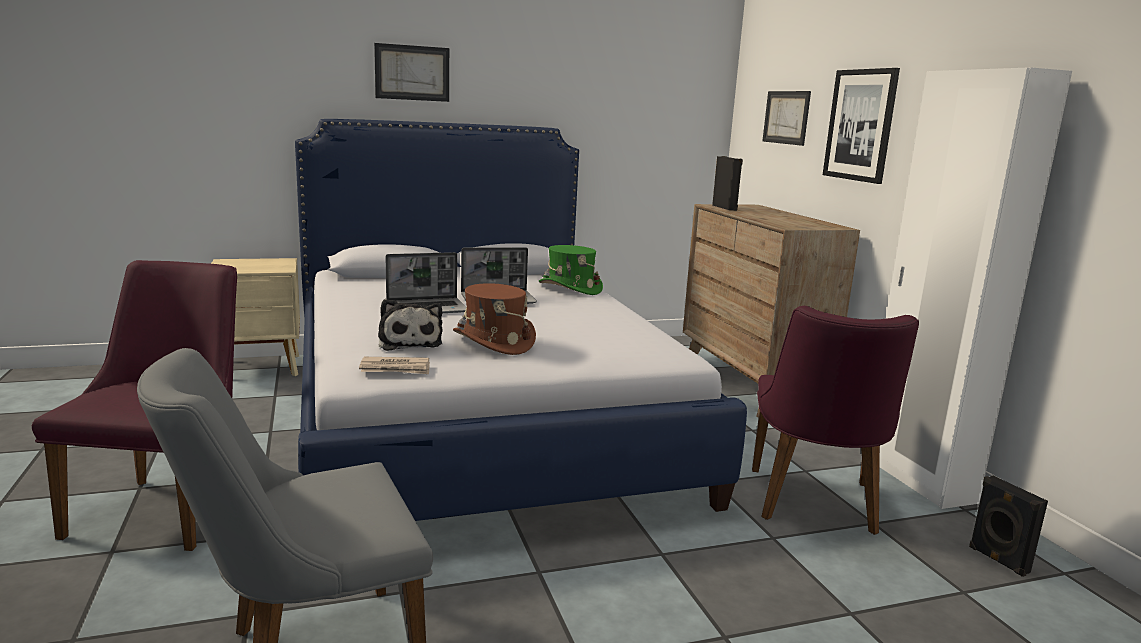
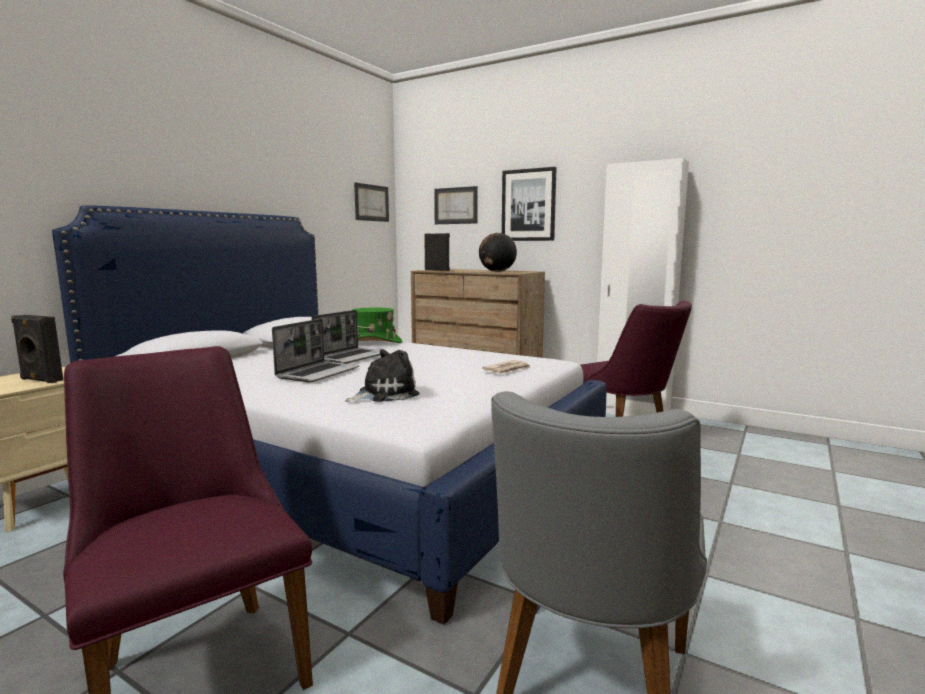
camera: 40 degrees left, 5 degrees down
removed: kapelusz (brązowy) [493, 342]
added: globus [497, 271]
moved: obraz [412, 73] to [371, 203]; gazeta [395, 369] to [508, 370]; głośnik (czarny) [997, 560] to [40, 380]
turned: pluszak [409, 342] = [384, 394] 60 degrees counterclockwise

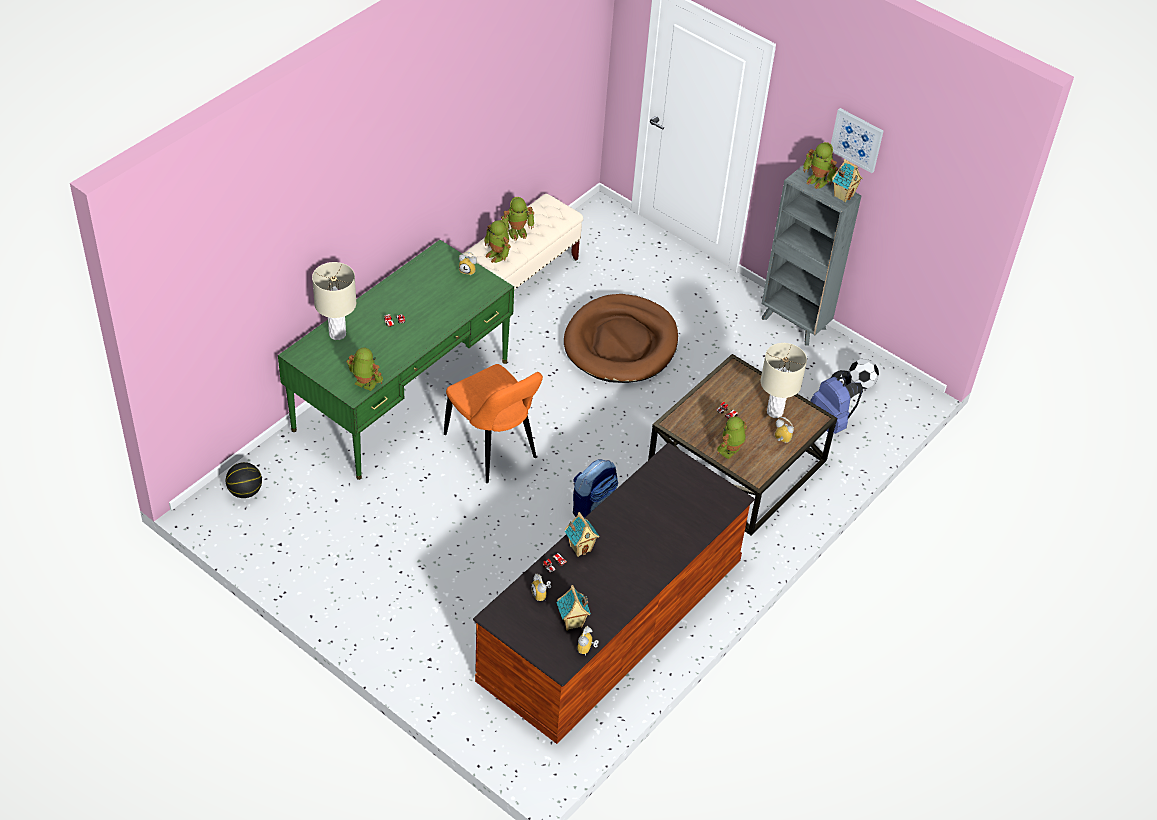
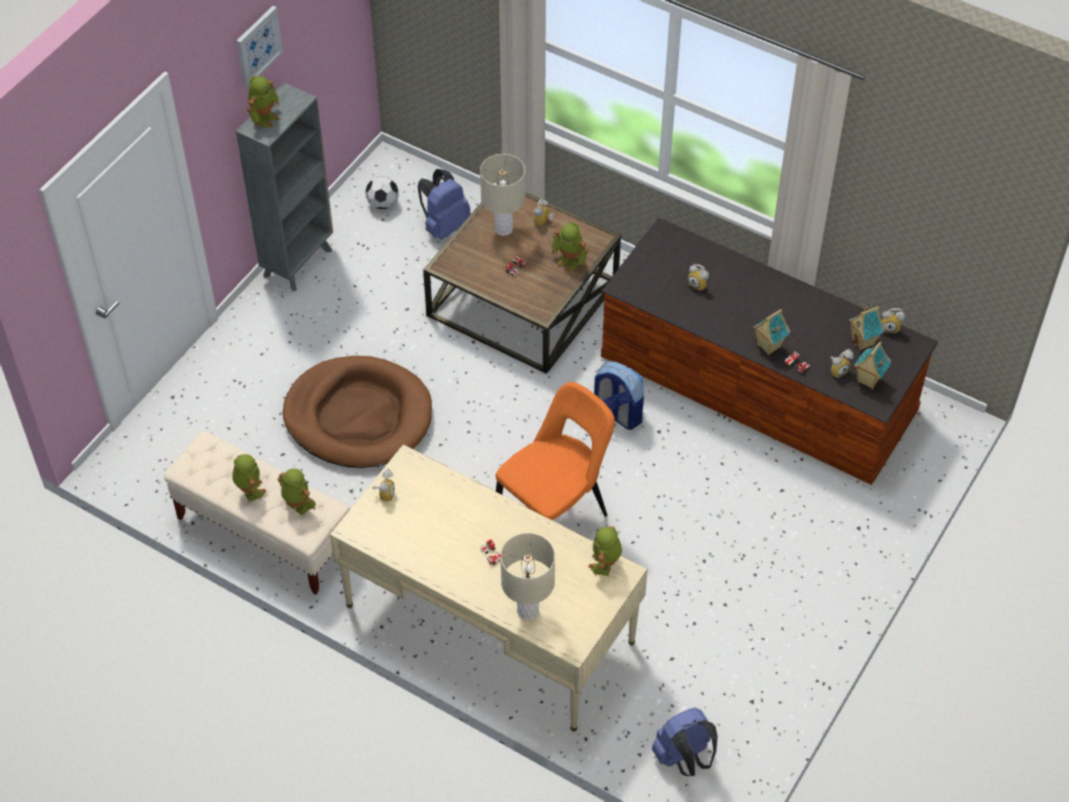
camera: 95 degrees left, 5 degrees up
added: budzik [699, 284]
moved: domek [843, 195] to [868, 380]
replaced: piłka do koszykówki [245, 491] to plecak (niebieski) [684, 758]
recoloured: biurko (zielony) [401, 395] to biurko (beżowy) [489, 624]
turned: robot zabawkowy [497, 255] = [297, 505] 90 degrees counterclockwise

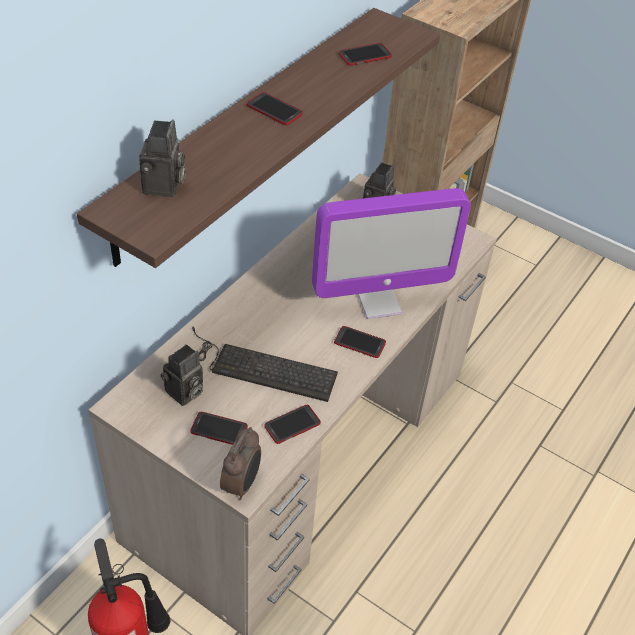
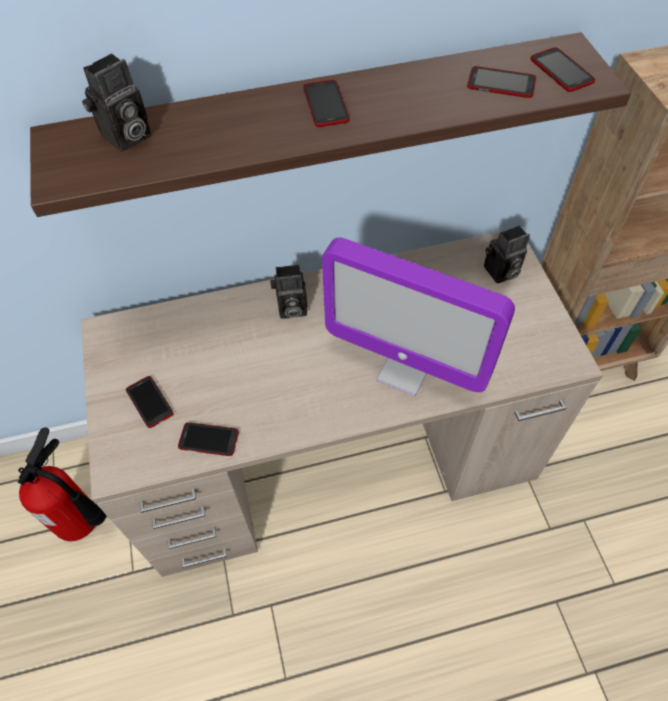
camera: 45 degrees right, 10 degrees up
removed: klawiatura [260, 367]; budzik [242, 484]
moved: telefon [359, 343] to [561, 71]; aparat fotograficzny [184, 394] to [290, 309]

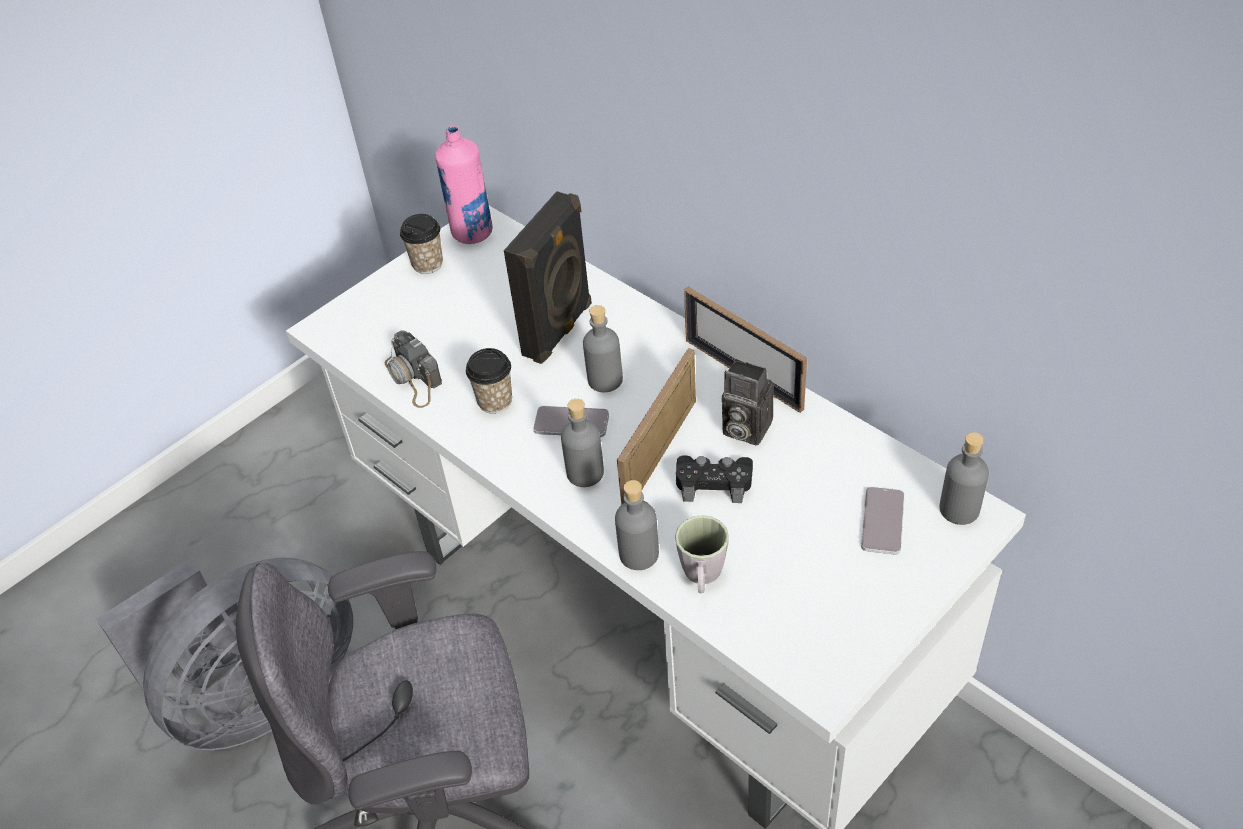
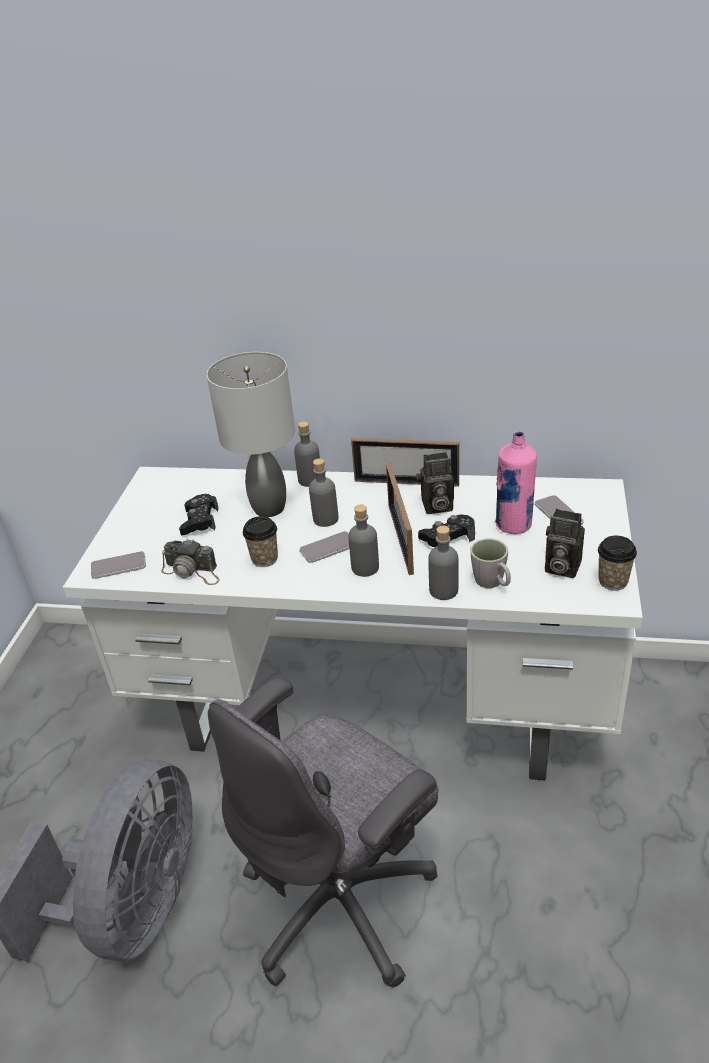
camera: 35 degrees left, 10 degrees down
added: pad do gier (czarny) [200, 520]; aparat fotograficzny [560, 567]; telefon [118, 566]
moved: butelka (różowy) [472, 233] to [514, 525]; filiżanka [427, 264] to [613, 581]; butelka (szary) [959, 509] to [310, 480]
replaced: głośnik (czarny) [559, 330] to lampa stołowa (szary) [268, 507]

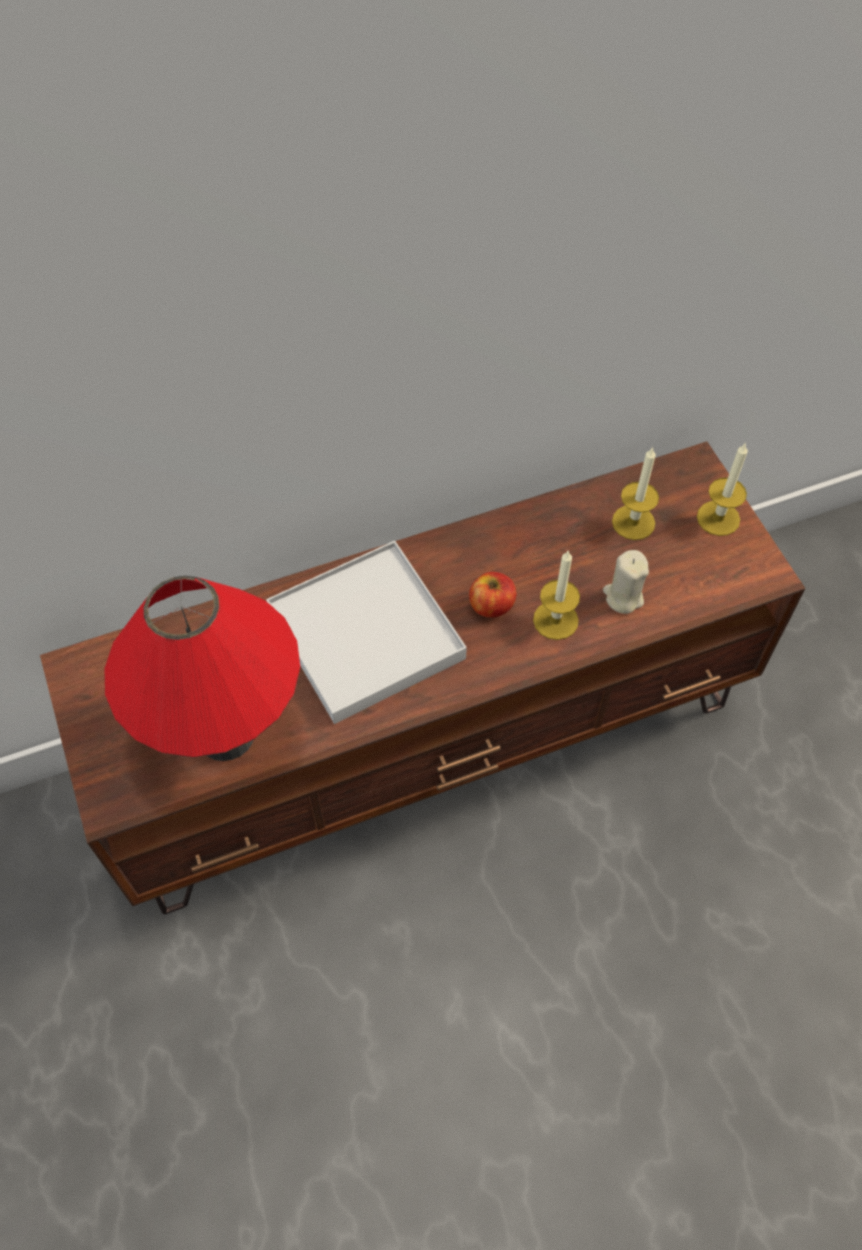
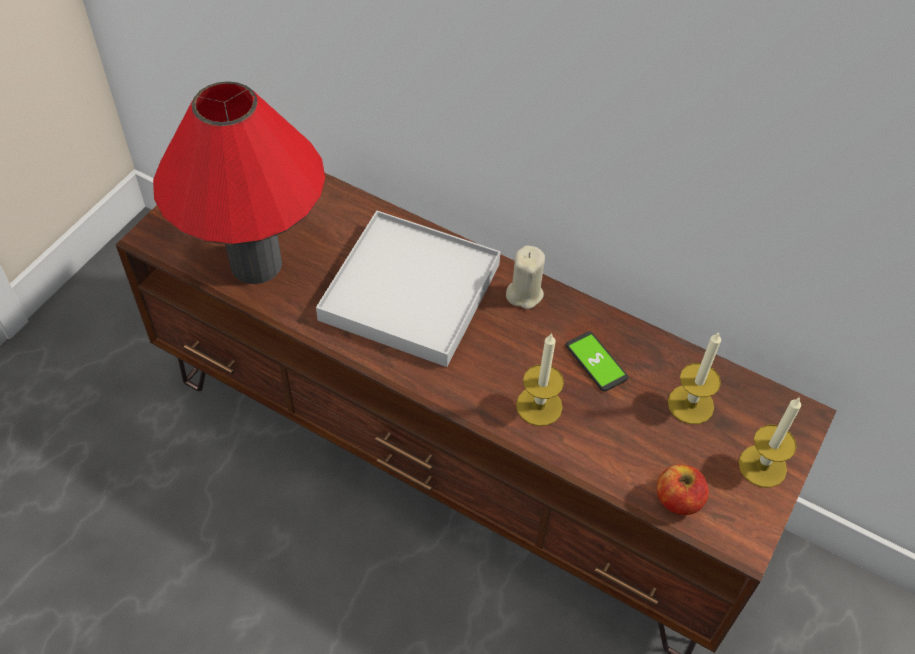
camera: 50 degrees right, 5 degrees down
added: telefon [596, 362]
moved: świeca (beżowy) [623, 597] to [524, 293]; jabłko [491, 605] to [678, 499]

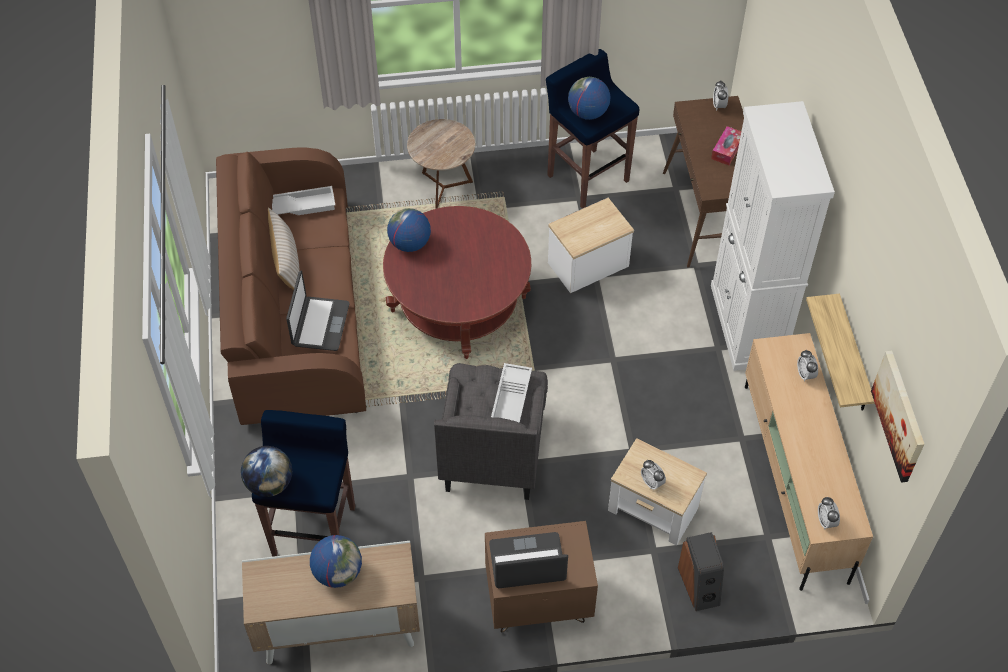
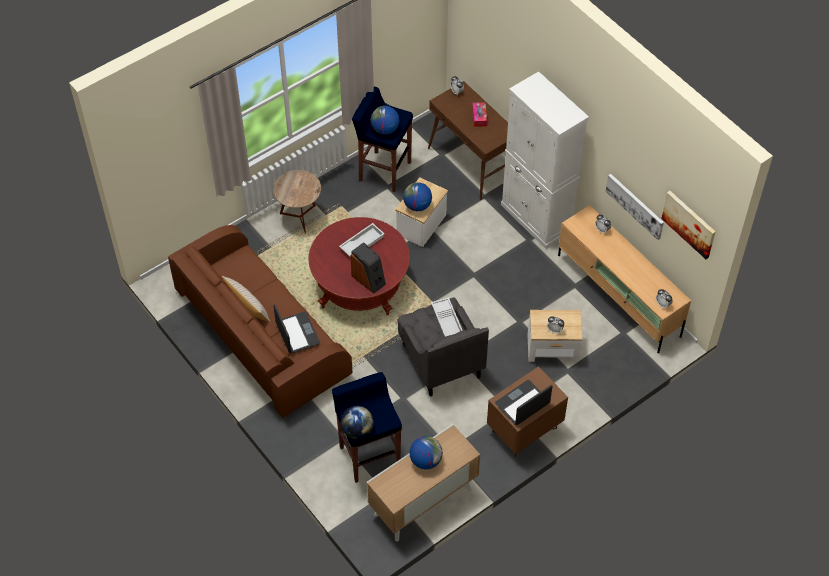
camera: 30 degrees left, 0 degrees up
moved: taca (biały) [304, 204] to [361, 242]; globus [409, 243] to [417, 206]; głośnik [700, 585] to [369, 279]
replaced: półka [853, 357] to obraz [635, 205]

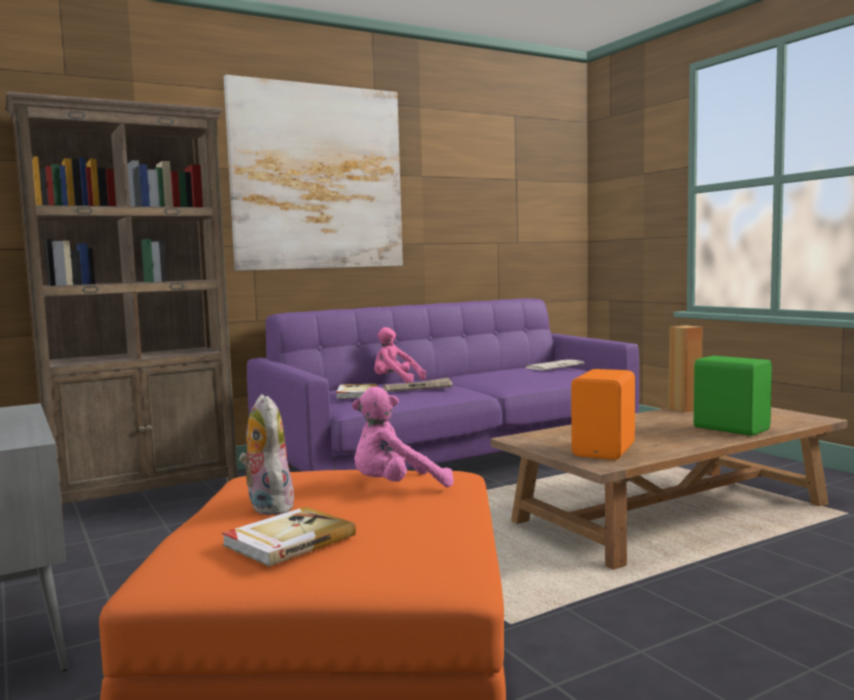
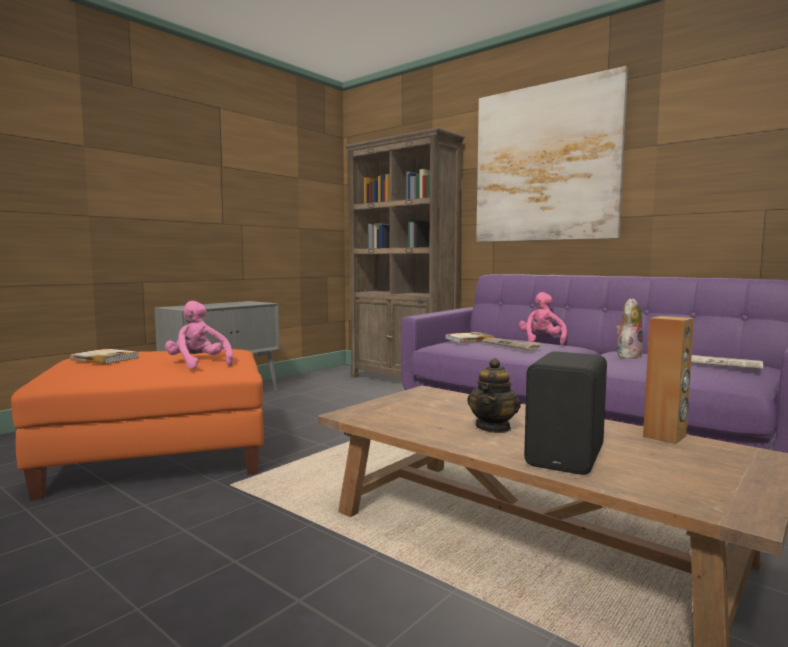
camera: 70 degrees right, 0 degrees up
removed: głośnik (pomarańczowy) [606, 450]
added: imbryk [493, 427]
moved: pluszak [267, 507] to [628, 356]
recoloured: głośnik (zielony) [731, 428] to głośnik (czarny) [568, 457]

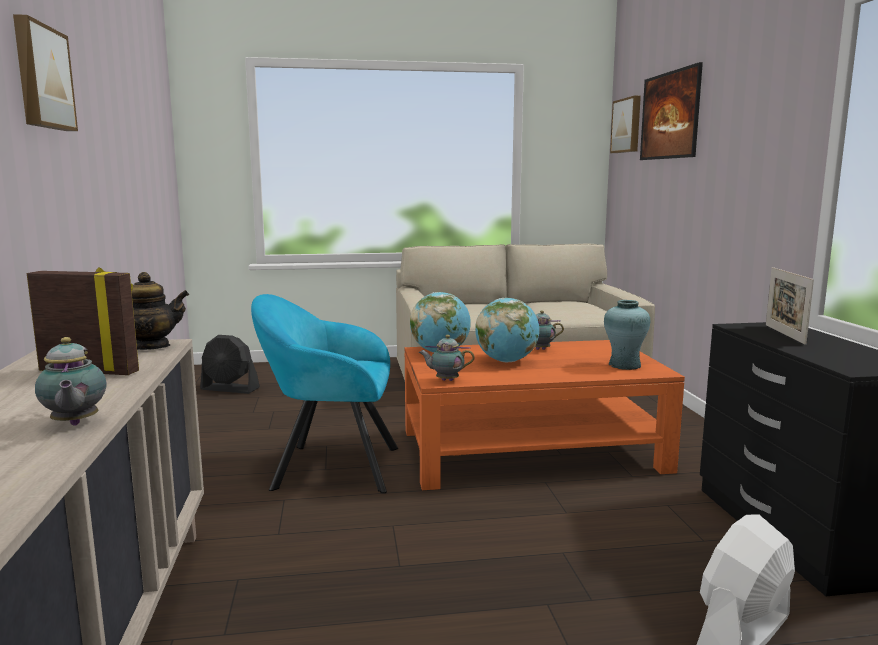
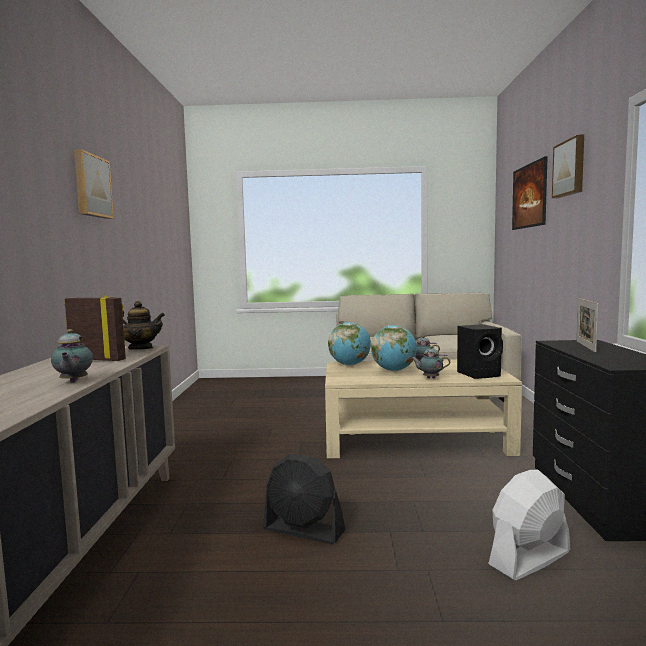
camera: 10 degrees right, 5 degrees down
removed: fotel (turkusowy) [329, 467]
moved: obraz [627, 125] to [570, 168]; wentylator (czarny) [230, 389] to [304, 530]; imbryk [445, 380] to [429, 378]
replaced: wazon (turkusowy) [624, 365] to głośnik (czarny) [480, 374]
recoloured: ława (pomarańczowy) [531, 450] to ława (beżowy) [414, 437]

